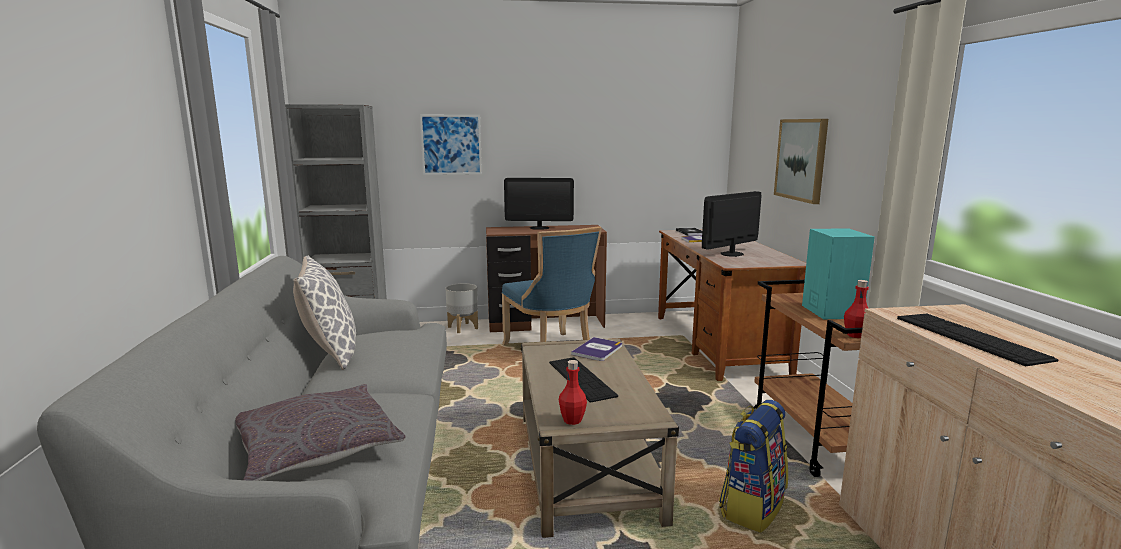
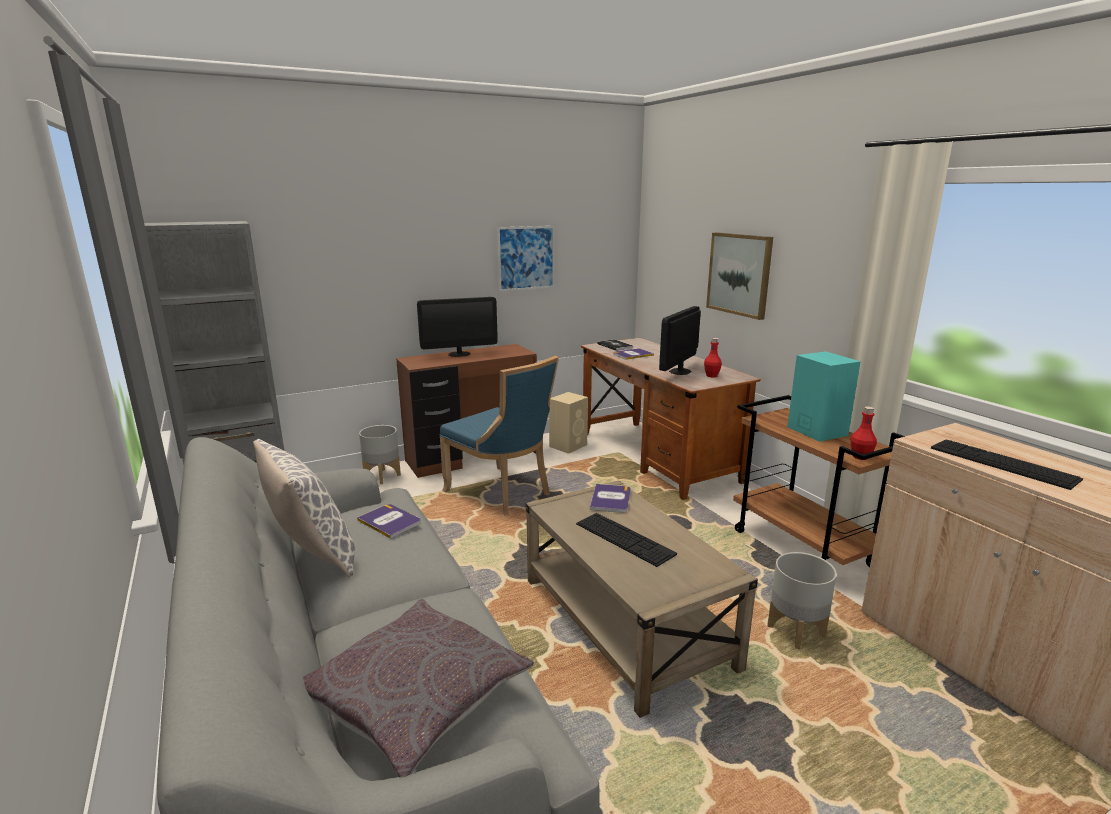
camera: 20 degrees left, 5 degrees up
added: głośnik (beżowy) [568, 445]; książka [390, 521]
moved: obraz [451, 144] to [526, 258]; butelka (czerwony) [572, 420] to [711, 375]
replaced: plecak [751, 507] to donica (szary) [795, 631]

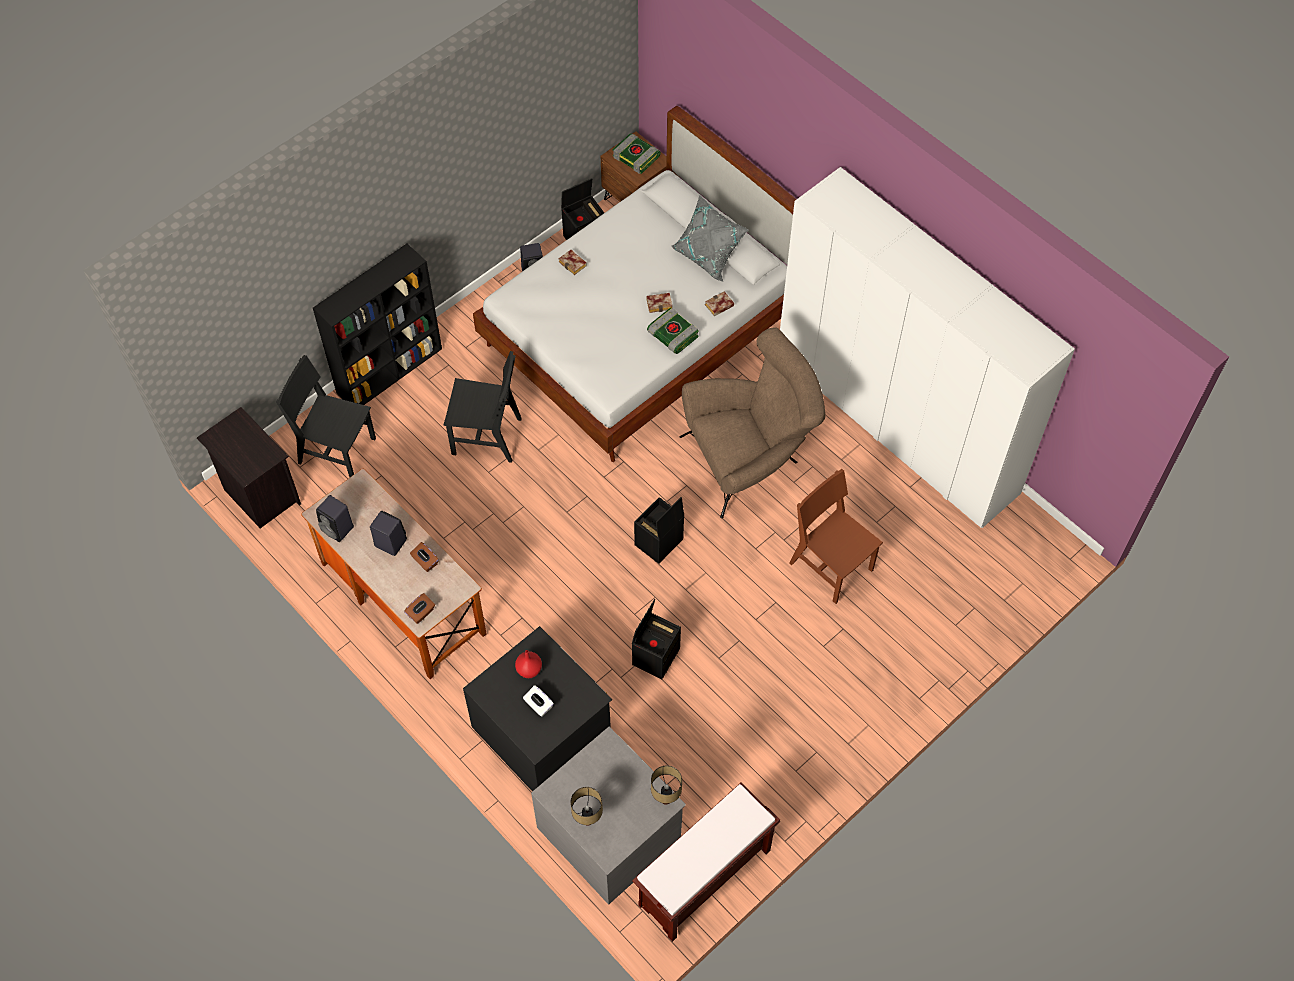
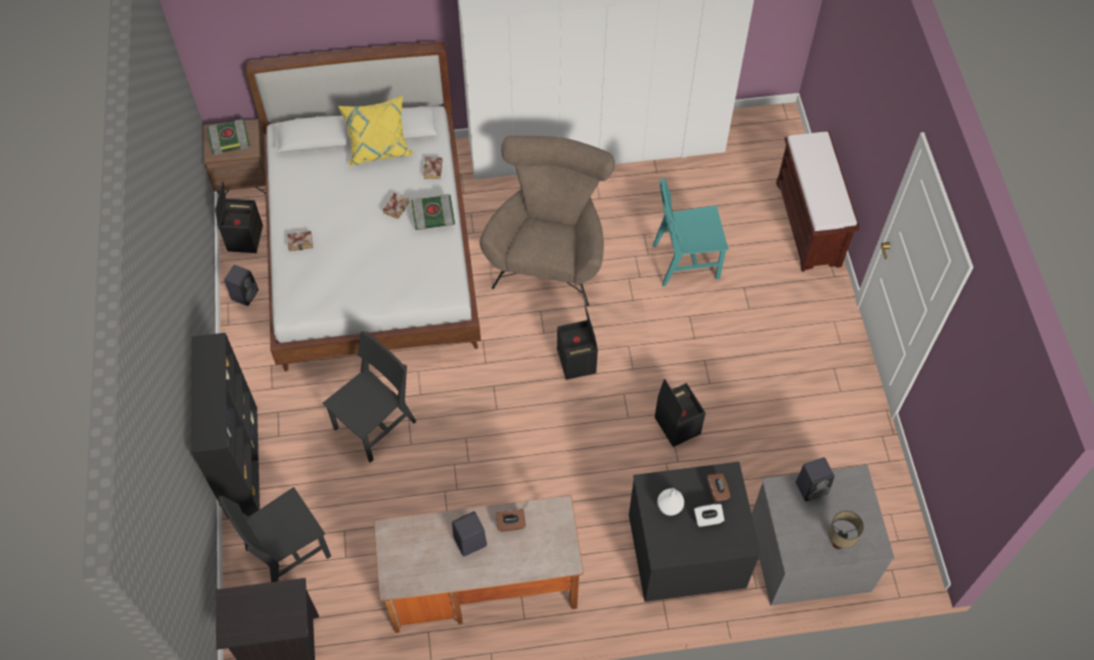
camera: 55 degrees left, 0 degrees up
removed: lampa stołowa [665, 800]
moved: głośnik (czarny) [338, 529] to [812, 487]; pudełko chusteczek (brązowy) [421, 613] to [717, 491]; ławka (brązowy) [704, 879] to [809, 224]
recoloured: poduszka (szary) [708, 255] to poduszka (żółty) [379, 148]; krzesło (brązowy) [831, 566] to krzesło (turkusowy) [685, 261]; wazon (czerwony) [530, 670] to wazon (biały) [669, 506]

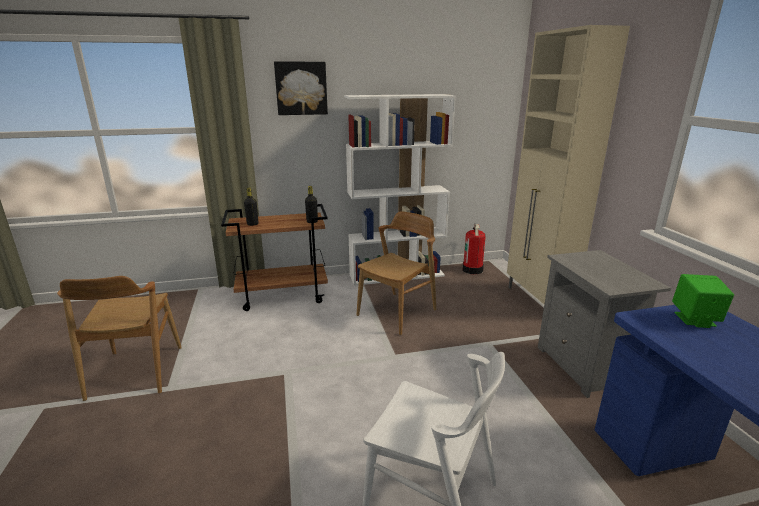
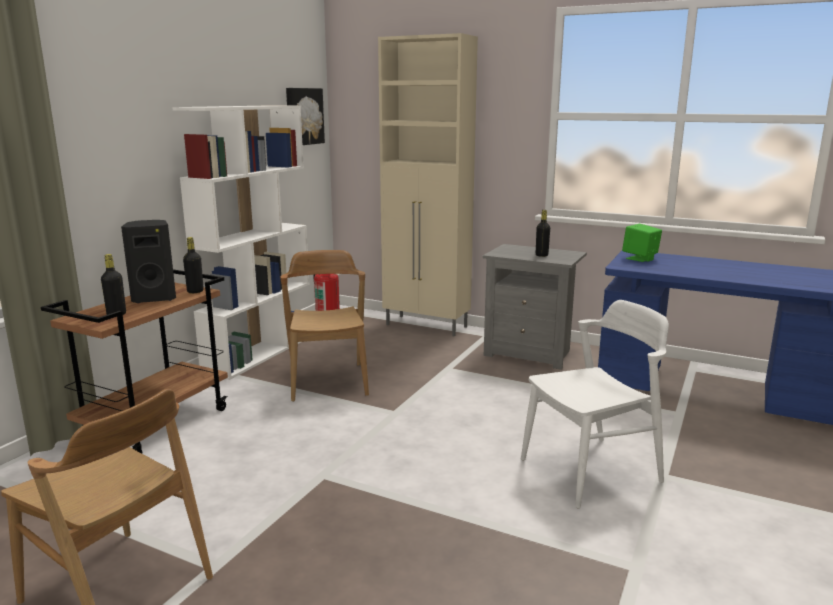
camera: 50 degrees left, 5 degrees down
added: butelka (czarny) [541, 255]; głośnik (czarny) [155, 298]
moved: obraz [301, 88] to [303, 116]

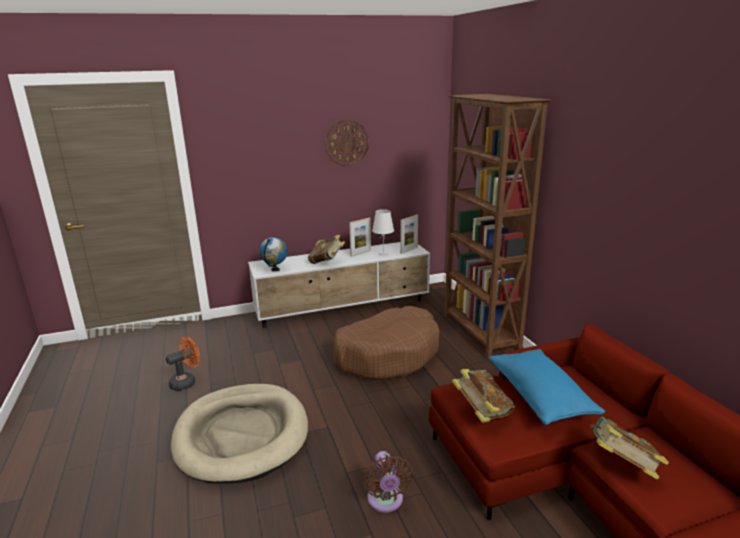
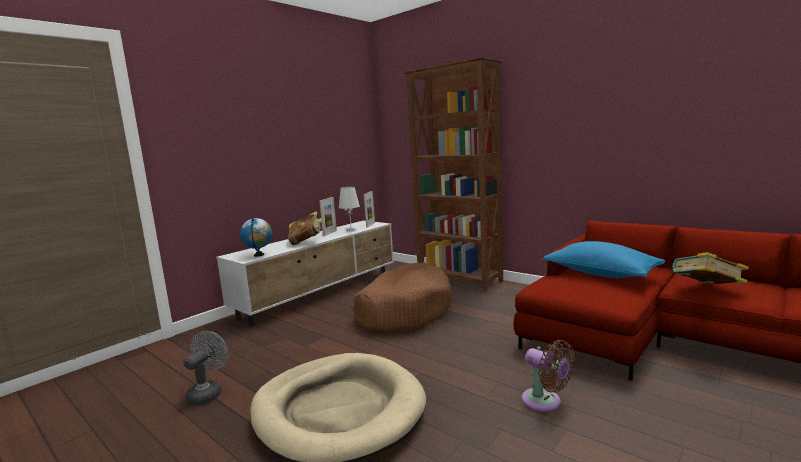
camera: 30 degrees left, 10 degrees down
removed: zegar ścienny [346, 143]; książka [482, 412]
recoloured: wentylator (pomarańczowy) [187, 382] to wentylator (szary) [208, 393]

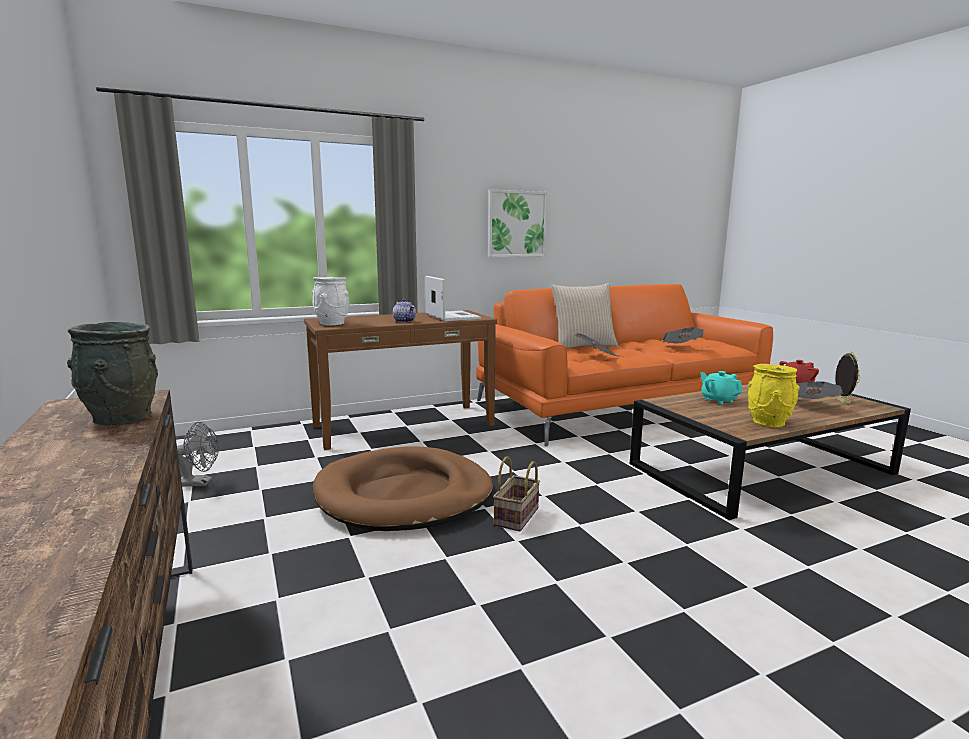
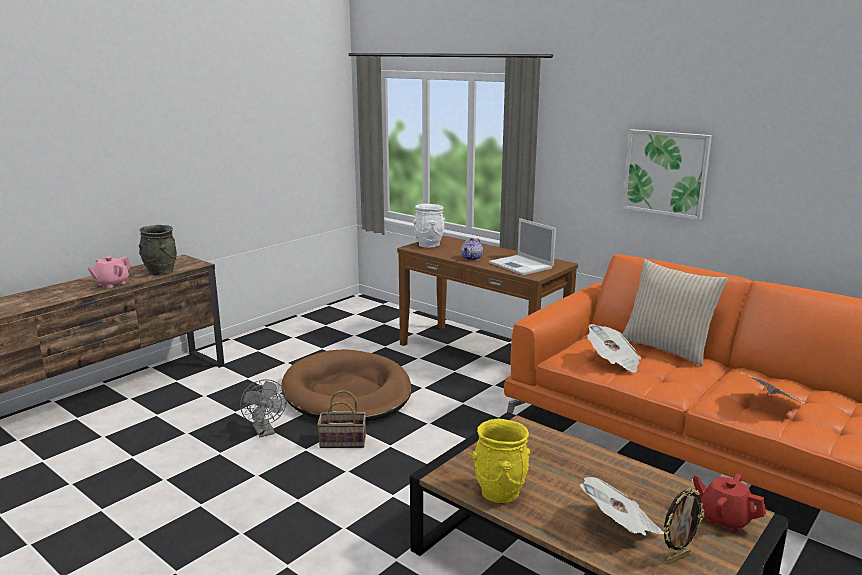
camera: 65 degrees right, 5 degrees up
removed: imbryk (turkusowy) [718, 400]
added: imbryk (różowy) [112, 284]
moved: wentylator (szary) [200, 483] to [265, 432]
turned: laptop [451, 316] = [522, 266] 105 degrees clockwise

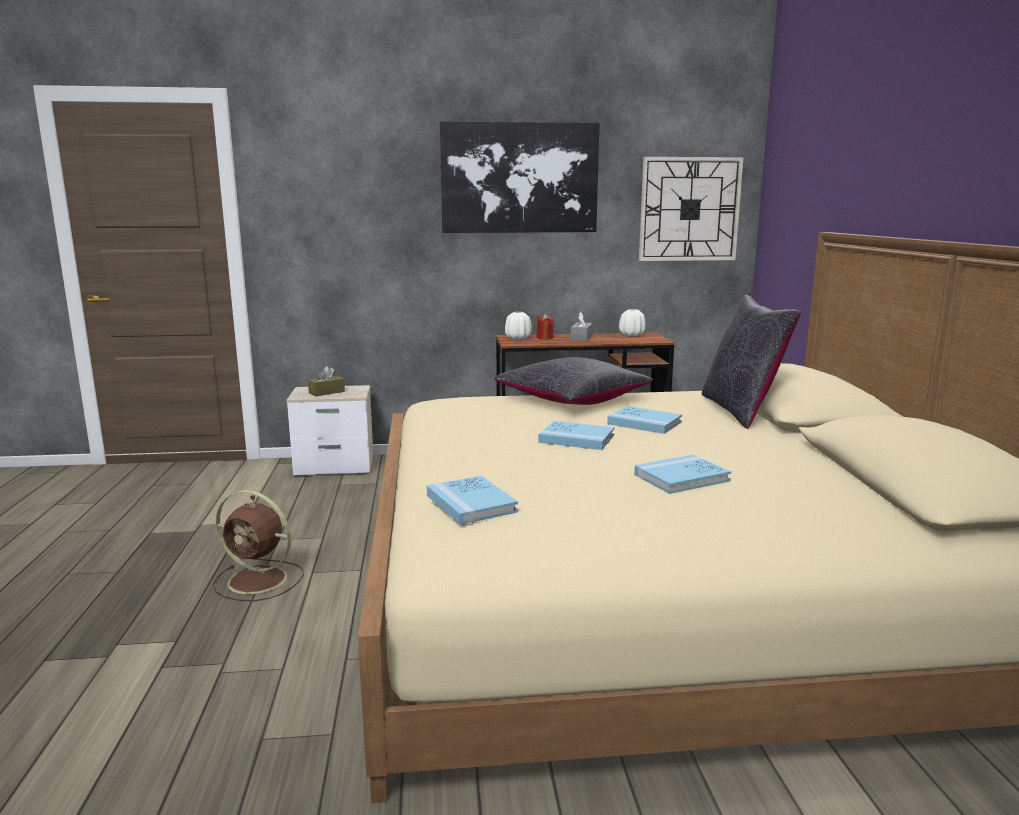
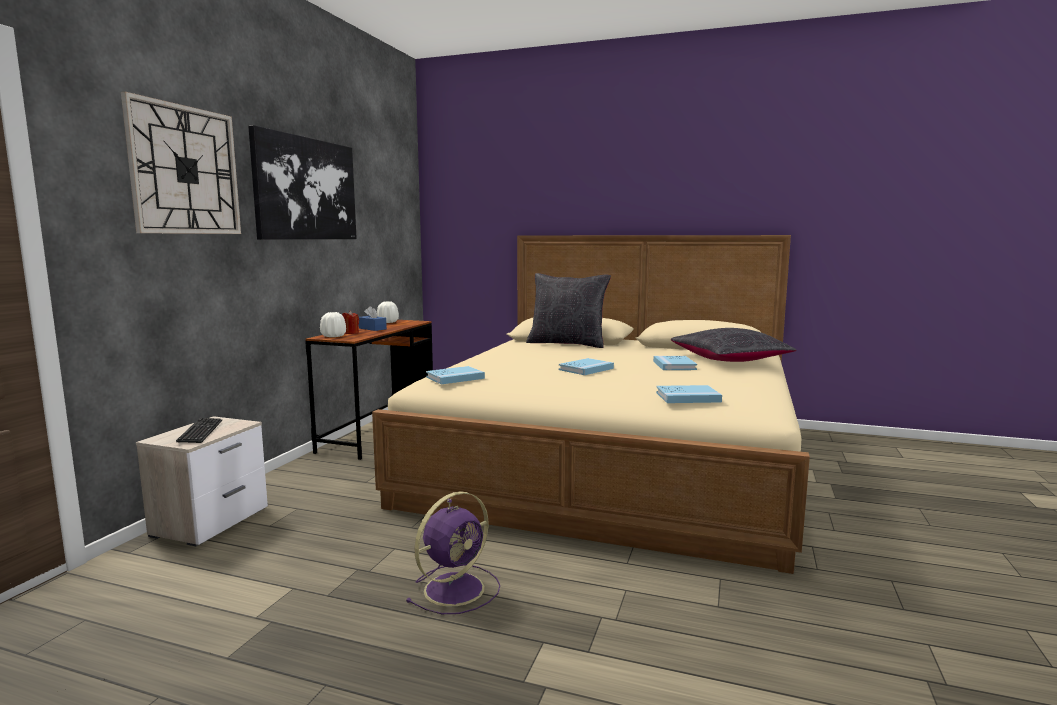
camera: 65 degrees left, 5 degrees down
moved: zegar ścienny [689, 209] to [185, 170]; poduszka (czarny) [572, 399] to [729, 360]; książka (niebieski) [644, 423] to [455, 378]
replaced: pudełko chusteczek (brązowy) [326, 392] to klawiatura [200, 432]
recoloured: pudełko chusteczek (szary) [581, 338] to pudełko chusteczek (niebieski) [372, 328]; wentylator (brązowy) [260, 580] to wentylator (fioletowy) [456, 588]

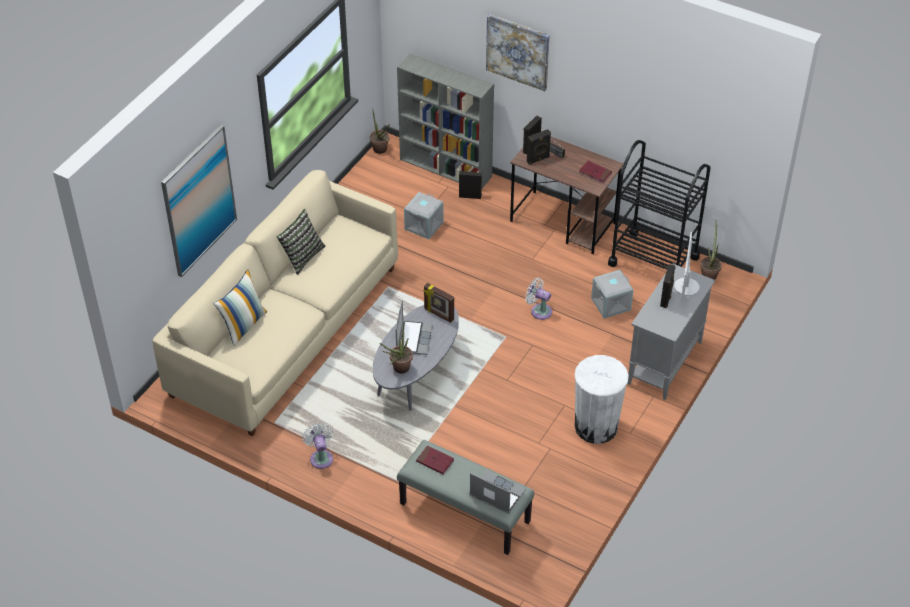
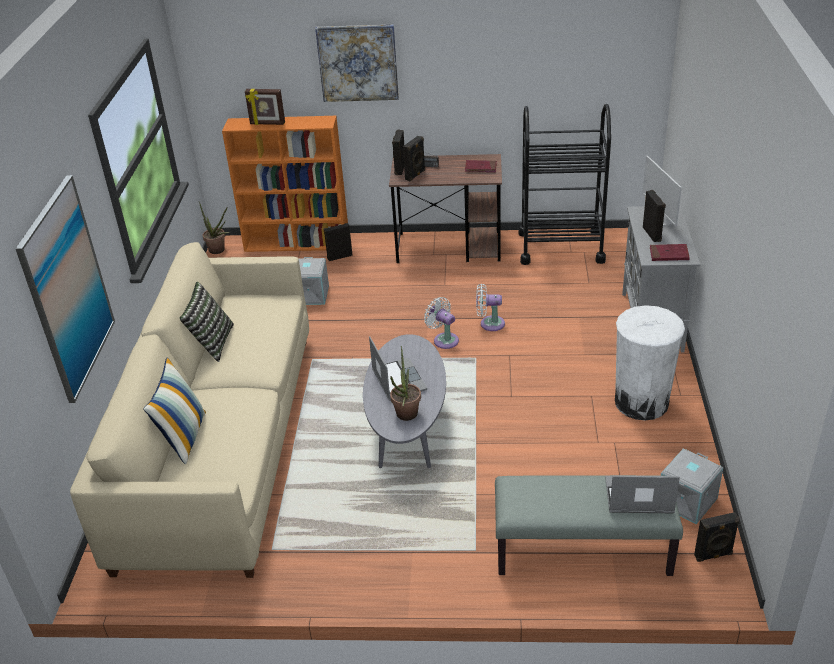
camera: 25 degrees left, 10 degrees down
removed: roślina doniczkowa [709, 274]
added: głośnik (czarny) [713, 555]
moved: pojemnik do przechowywania (szary) [611, 304] to [687, 502]; ramka na zdjęcie [438, 314] to [267, 124]; wentylator (biały) [321, 457] to [444, 339]; książka (czerwony) [435, 461] to [669, 254]
recoloured: regał (szary) [446, 168] to regał (pomarańczowy) [298, 243]

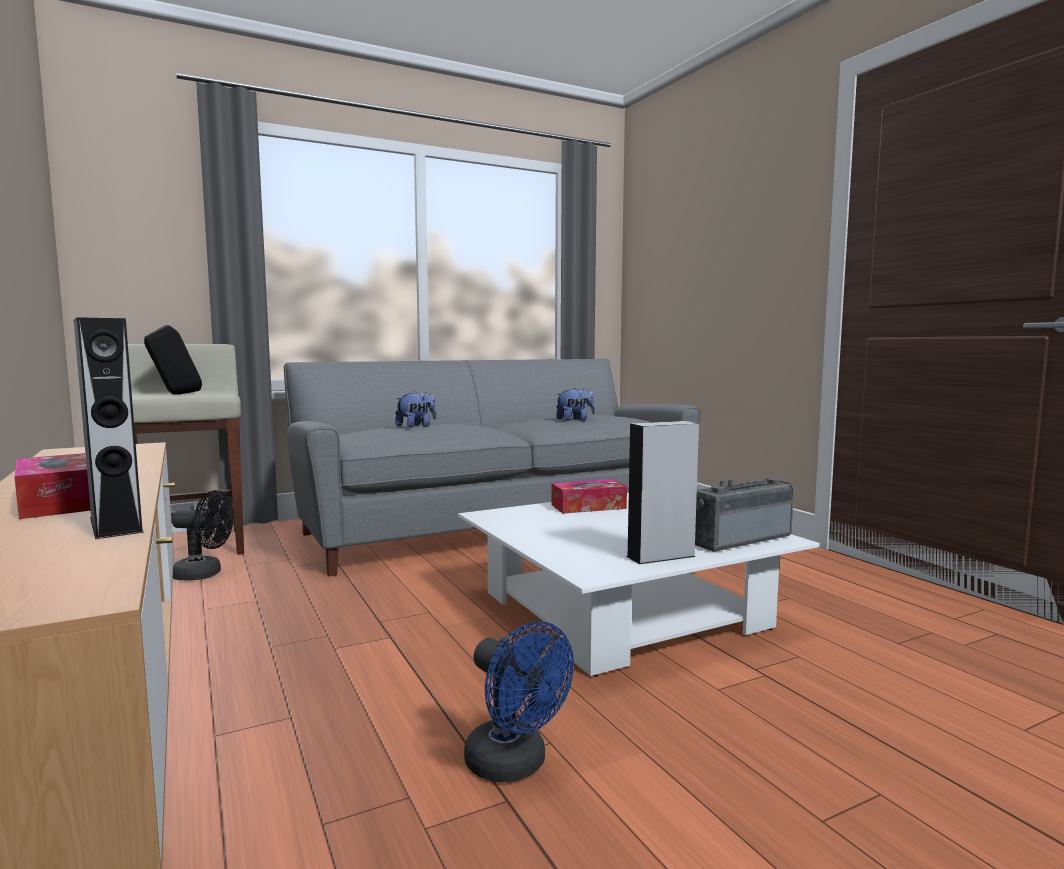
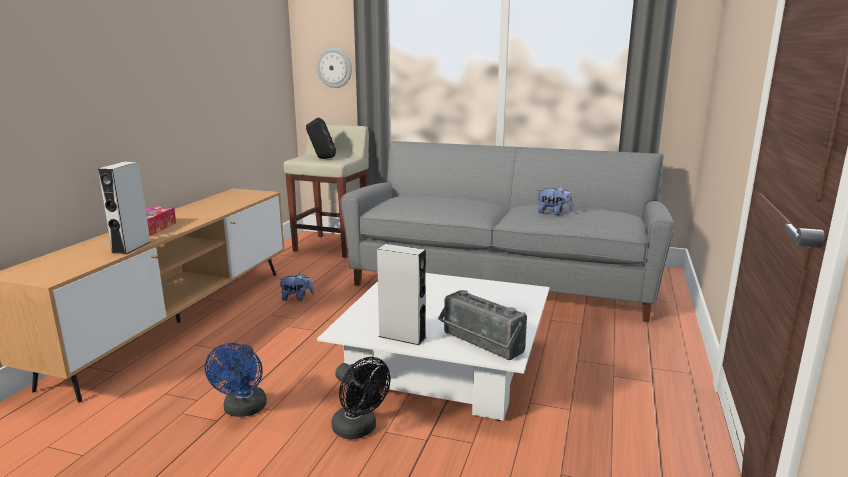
camera: 45 degrees right, 10 degrees up
removed: pudełko chusteczek [588, 507]
added: zegar ścienny [334, 68]
moved: pluszak [416, 426] to [297, 298]; wentylator (czarny) [205, 574] to [359, 430]
turned: radio [736, 538] = [479, 344] 150 degrees counterclockwise

